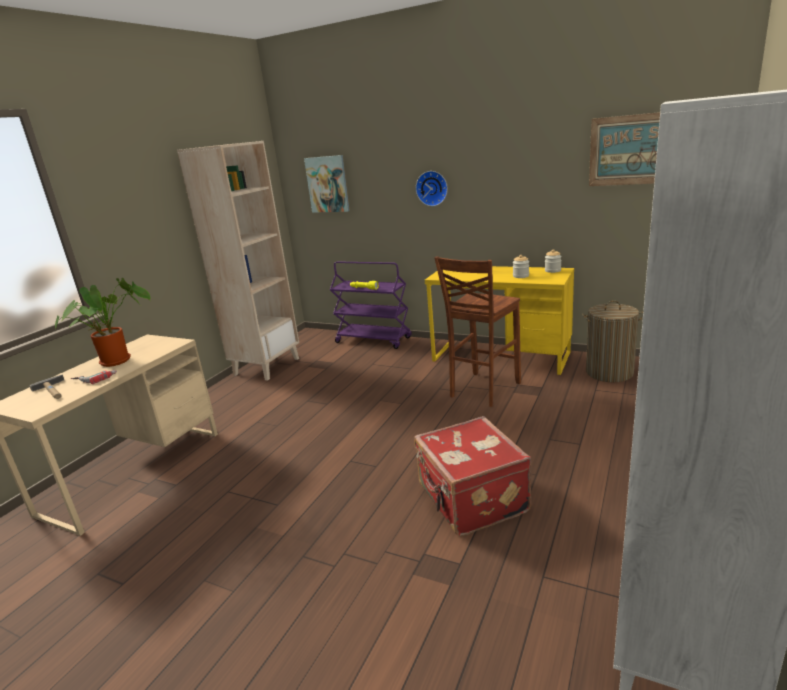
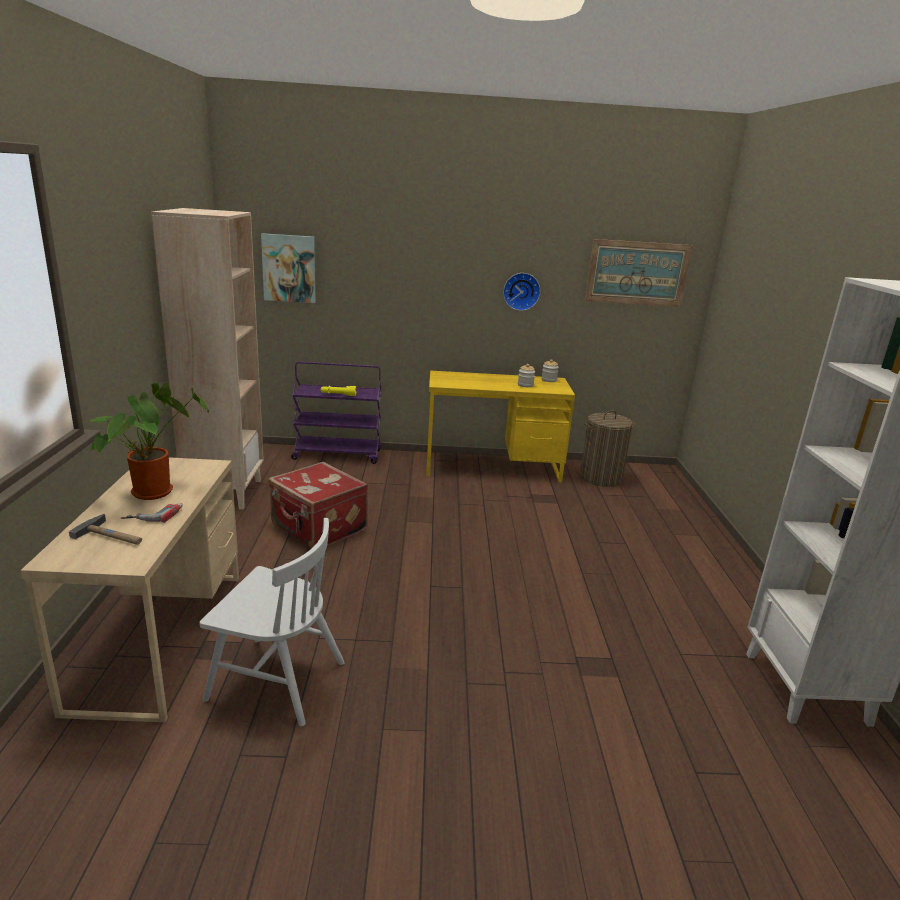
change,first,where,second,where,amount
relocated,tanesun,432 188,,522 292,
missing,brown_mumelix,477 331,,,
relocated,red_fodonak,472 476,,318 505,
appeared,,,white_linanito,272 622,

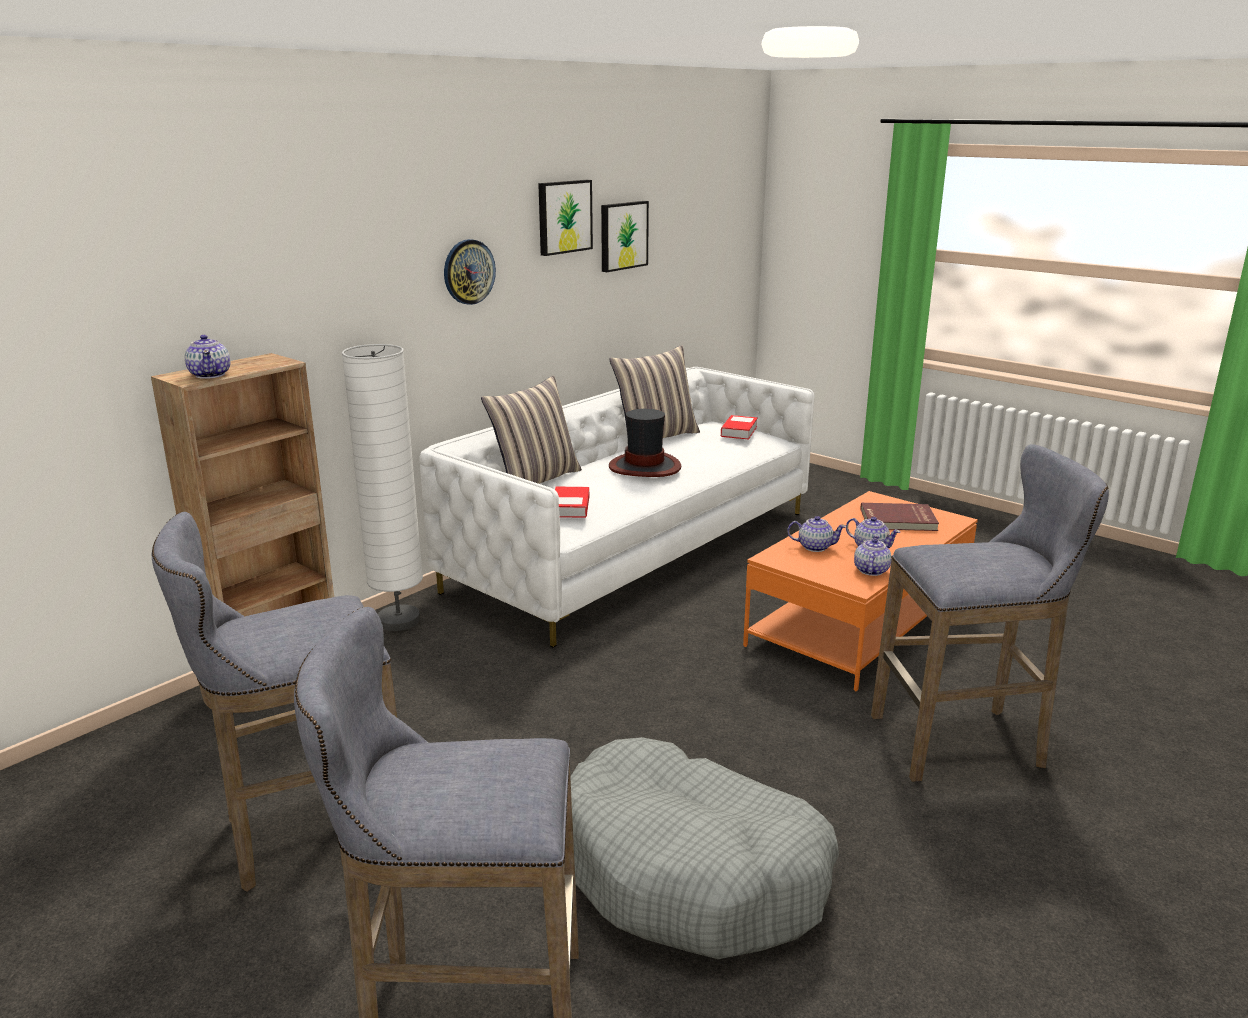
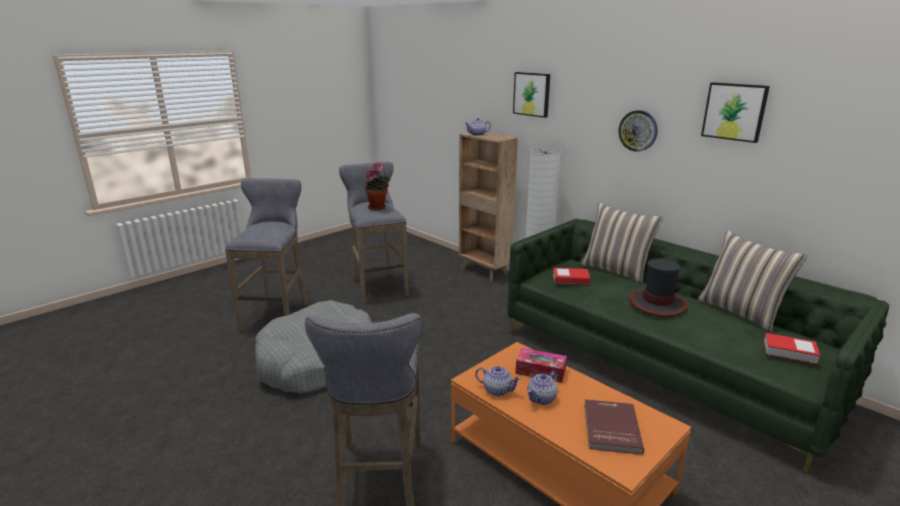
change,first,where,second,where,amount
relocated,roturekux,625 236,,531 95,
colour,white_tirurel,617 507,green_tirurel,698 346,
exchanged,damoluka,816 534,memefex,541 365,
appeared,,,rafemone,377 186,

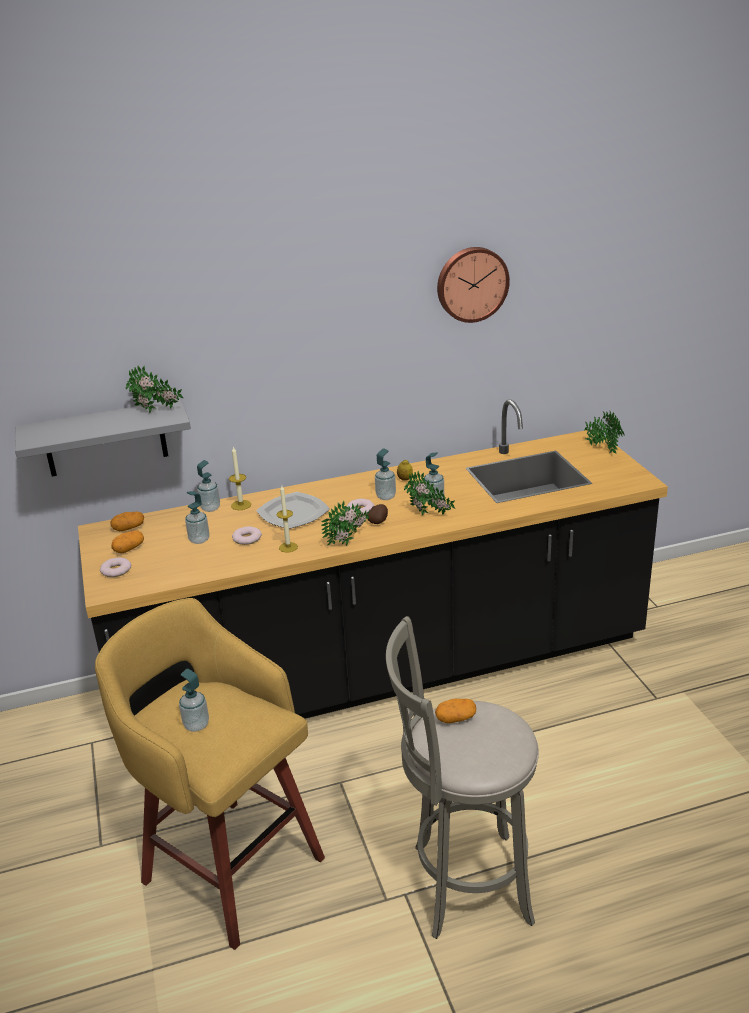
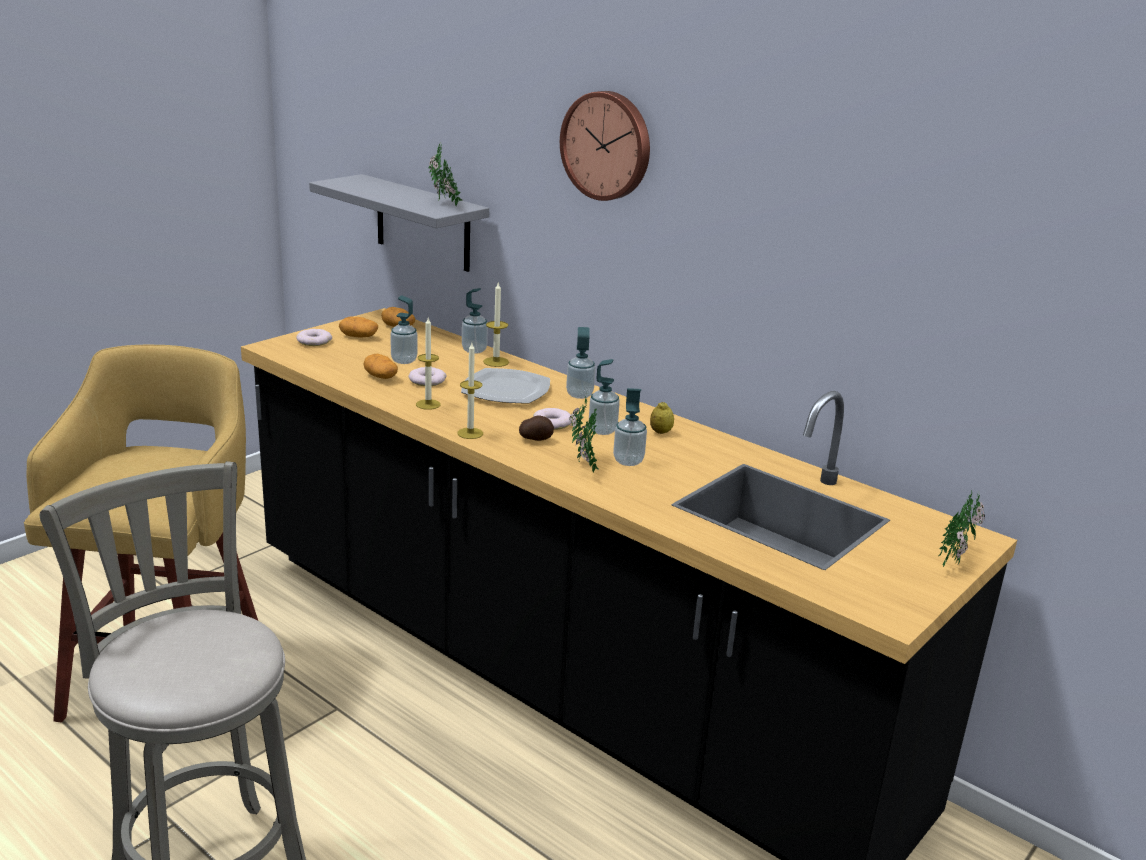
change,first,where,second,where,amount
relocated,tanesun,473 285,,605 146,
exchanged,rafemone,345 523,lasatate,470 391,
relocated,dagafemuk,194 700,,581 363,
relocated,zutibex,455 711,,381 366,

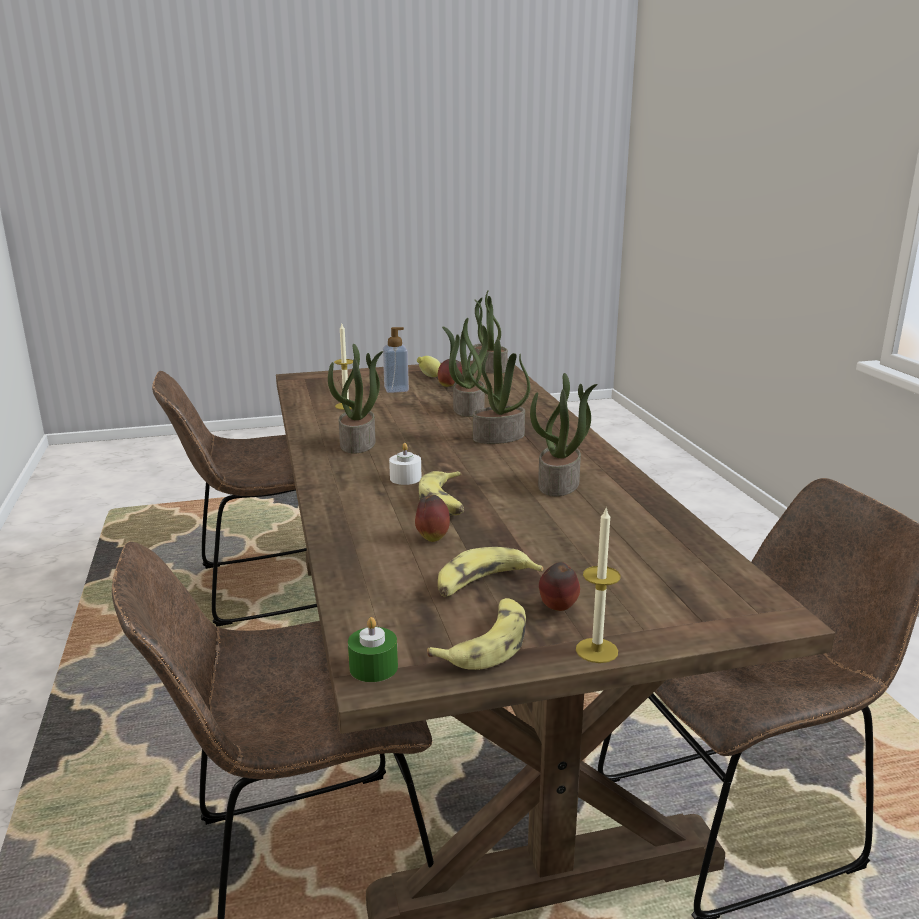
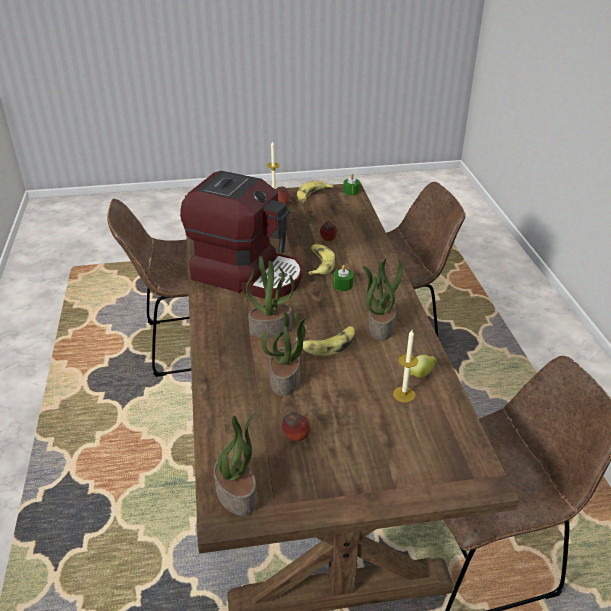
change,first,where,second,where,amount
missing,dagafemuk,396 360,,,
relocated,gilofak,429 366,,423 366,
exchanged,rafemone,563 434,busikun,241 235,
colour,white_lasatate,405 464,green_lasatate,343 278,
relocated,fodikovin,491 571,,325 341,

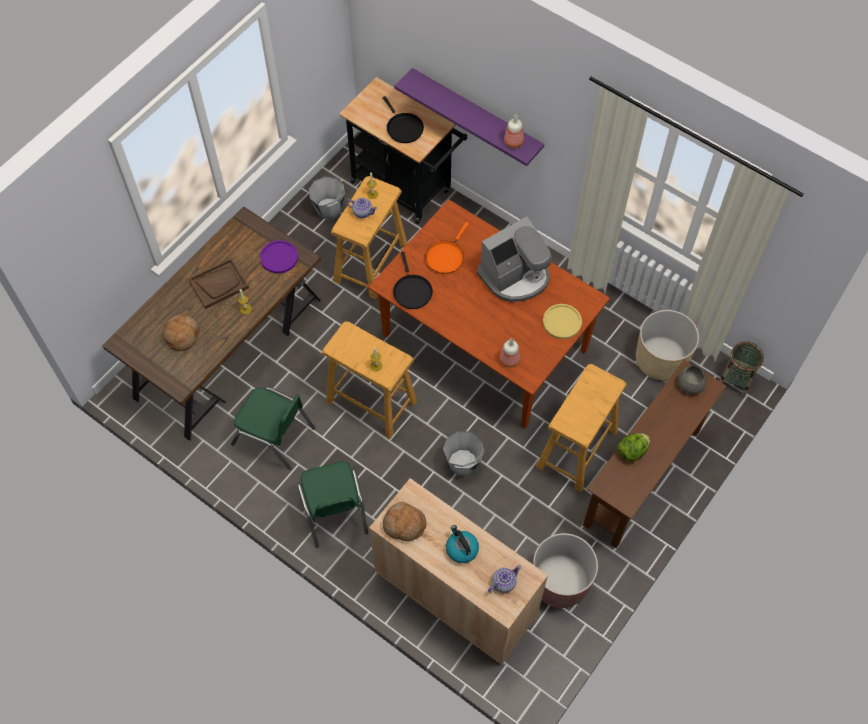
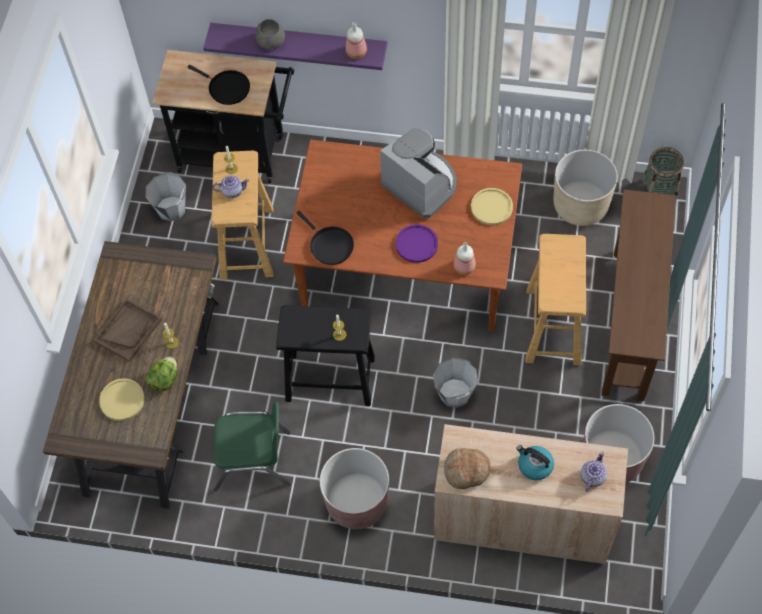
change,first,where,second,where,amount
spun,busikun,514 259,,418 173,75 degrees counterclockwise
missing,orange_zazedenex,447 248,,,
relocated,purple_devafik,279 257,,417 243,
exchanged,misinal,181 333,yellow_devafik,122 399,
colour,beige_mumelix,369 380,black_mumelix,325 355,
relocated,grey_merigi,692 380,,270 34,
relocated,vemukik,633 447,,161 374,
exchanged,green_linanito,332 504,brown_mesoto,354 488,

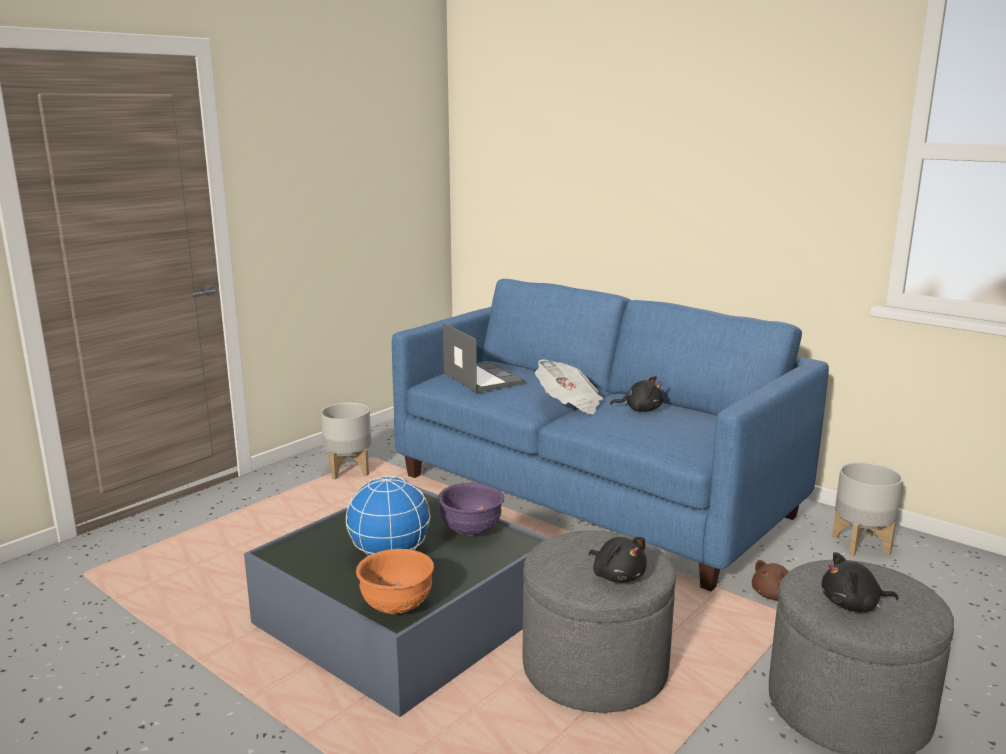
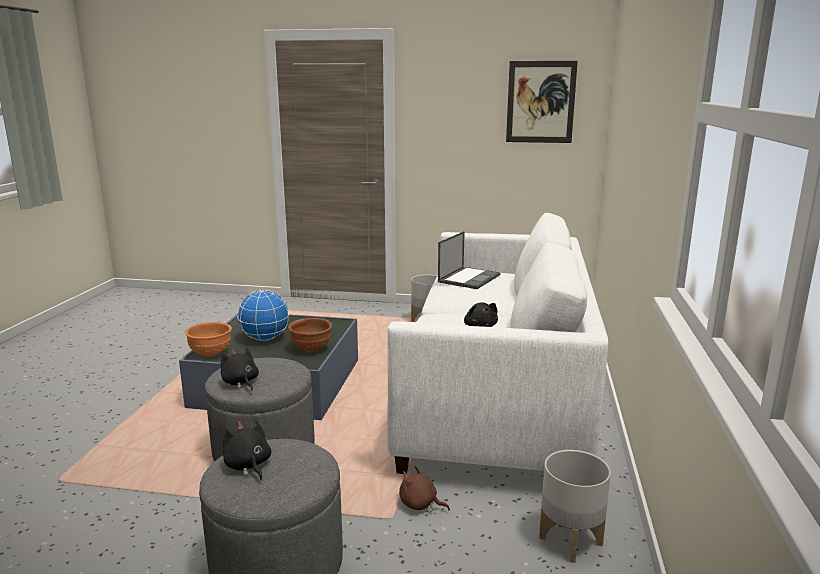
change,first,where,second,where,amount
colour,blue_tirurel,610 435,white_tirurel,497 343,
missing,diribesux,569 386,,,
colour,purple_merigi,471 509,brown_merigi,310 335,
spun,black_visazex,618 560,,240 369,120 degrees clockwise
appeared,,,roturekux,542 102,

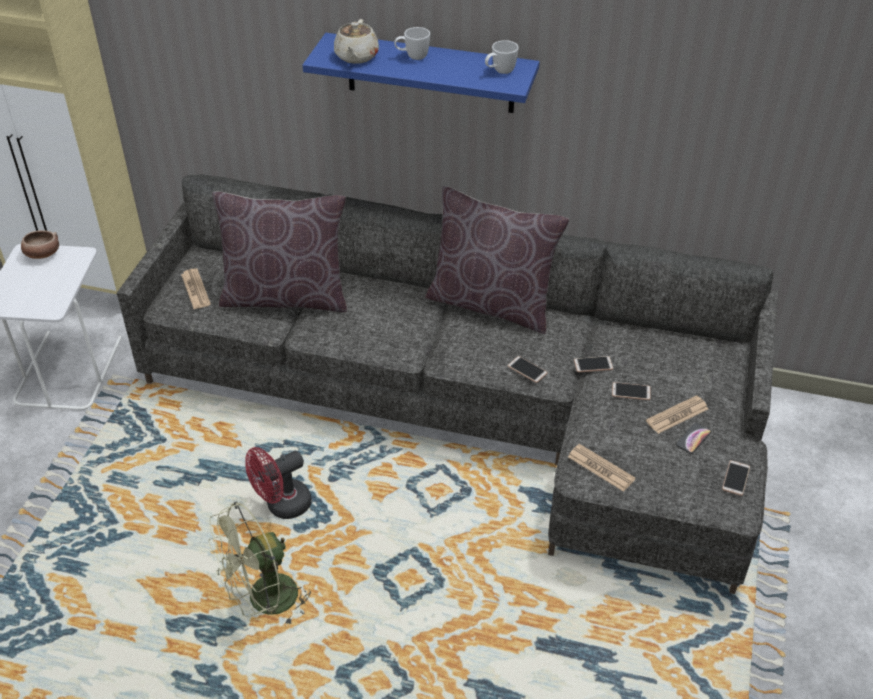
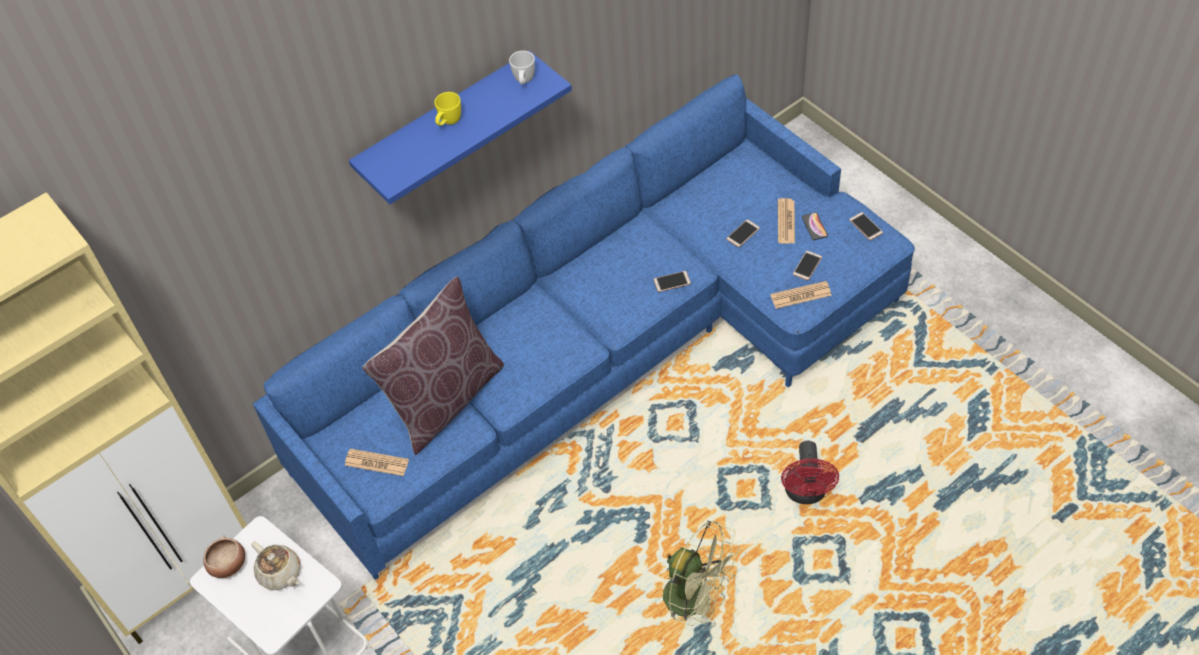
change,first,where,second,where,amount
relocated,beige_damoluka,356 41,,276 565,
colour,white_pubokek,412 43,yellow_pubokek,447 109,
colour,grey_tirurel,447 384,blue_tirurel,584 327,
missing,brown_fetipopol,497 260,,,
relocated,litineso,593 364,,807 265,
relocated,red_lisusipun,278 483,,810 472,
spun,green_lisusipun,259 564,,701 573,60 degrees counterclockwise

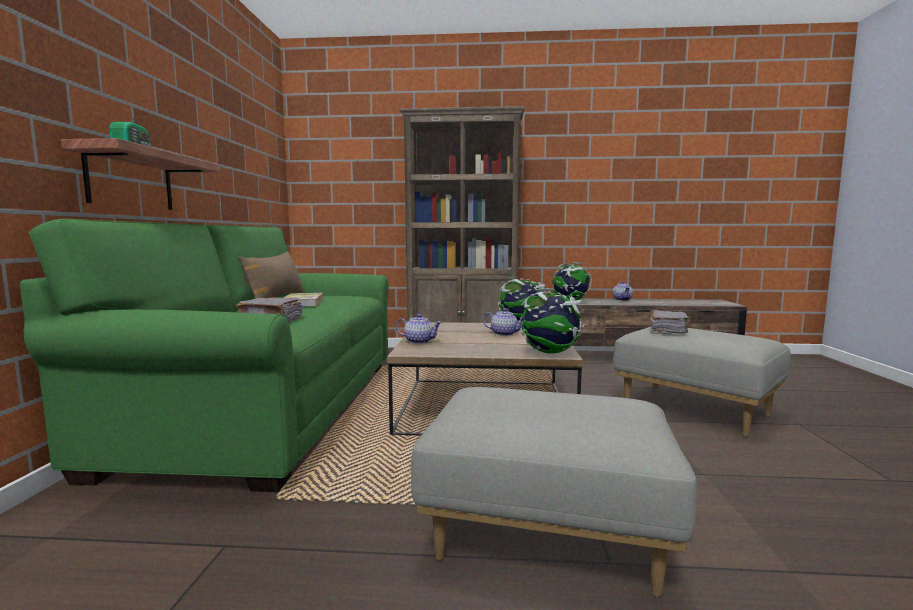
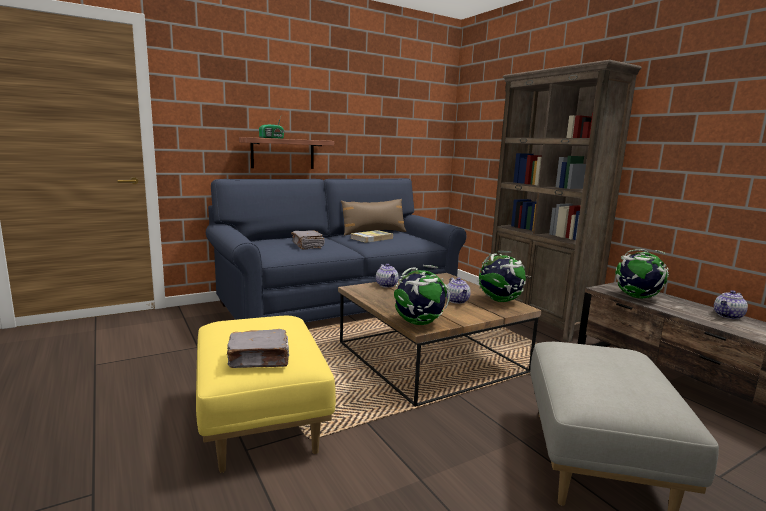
change,first,where,second,where,amount
colour,green_tirurel,204 355,blue_tirurel,336 250,
relocated,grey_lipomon,670 322,,258 348,
colour,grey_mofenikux,554 492,yellow_mofenikux,266 394,

